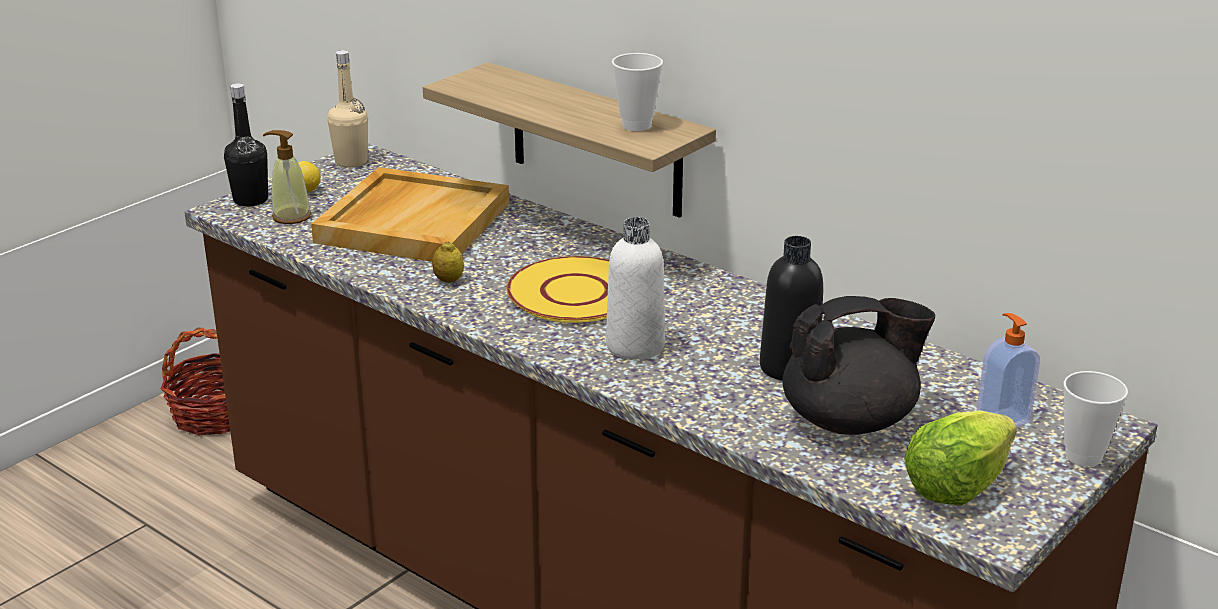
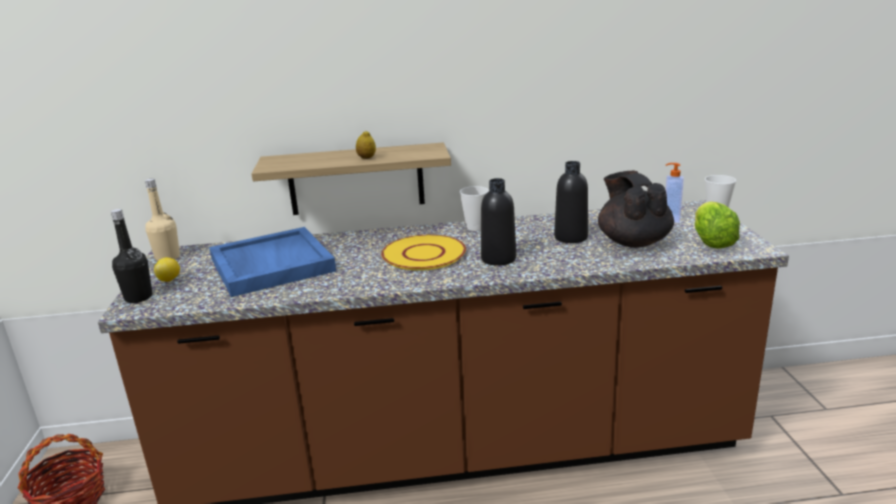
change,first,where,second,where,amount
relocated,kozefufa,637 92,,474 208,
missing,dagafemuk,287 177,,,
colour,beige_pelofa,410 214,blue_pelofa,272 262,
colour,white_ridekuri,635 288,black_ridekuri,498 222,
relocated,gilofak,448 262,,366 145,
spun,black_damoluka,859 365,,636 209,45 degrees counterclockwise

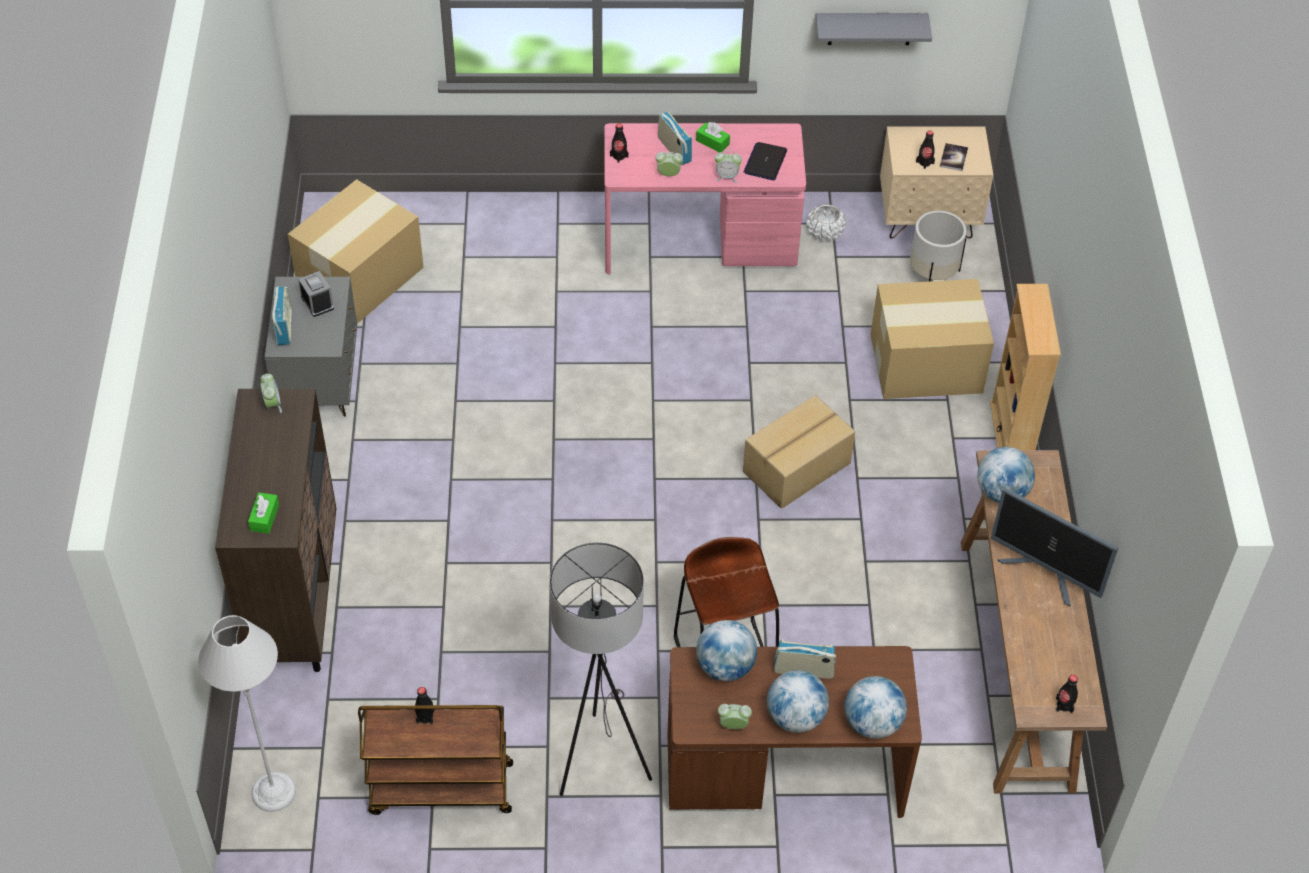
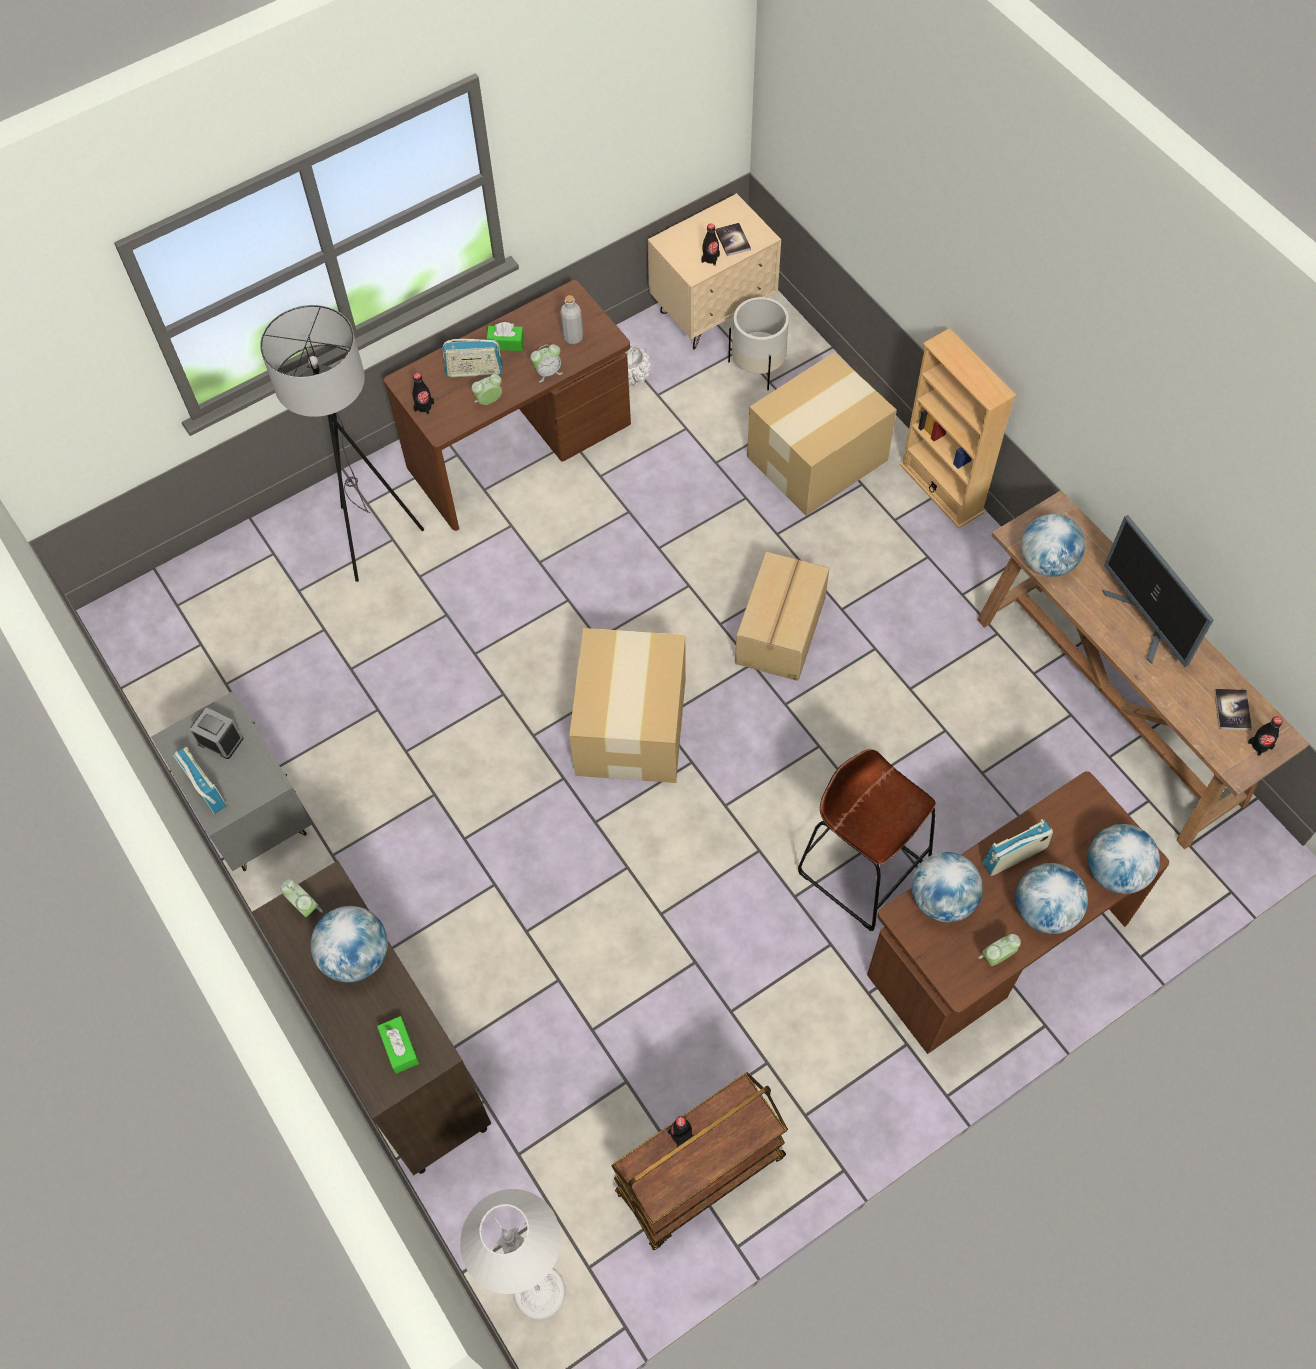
change,first,where,second,where,amount
missing,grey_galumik,874 29,,,
spun,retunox,675 138,,472 358,150 degrees clockwise
colour,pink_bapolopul,705 198,brown_bapolopul,507 405,
exchanged,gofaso,765 161,grey_ridekuri,571 319,
relocated,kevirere,356 251,,627 705,
spun,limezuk,1054 547,,1158 591,60 degrees clockwise
relocated,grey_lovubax,601 669,,342 443,
appeared,,,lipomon,1233 709,
appeared,,,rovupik,349 944,

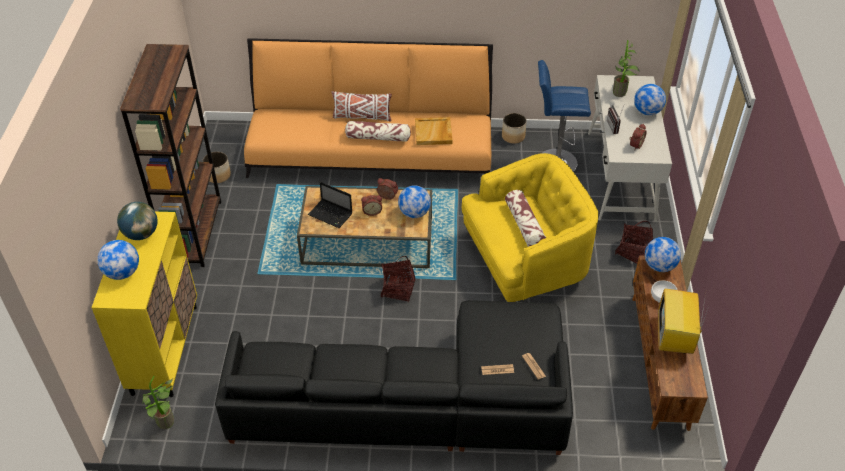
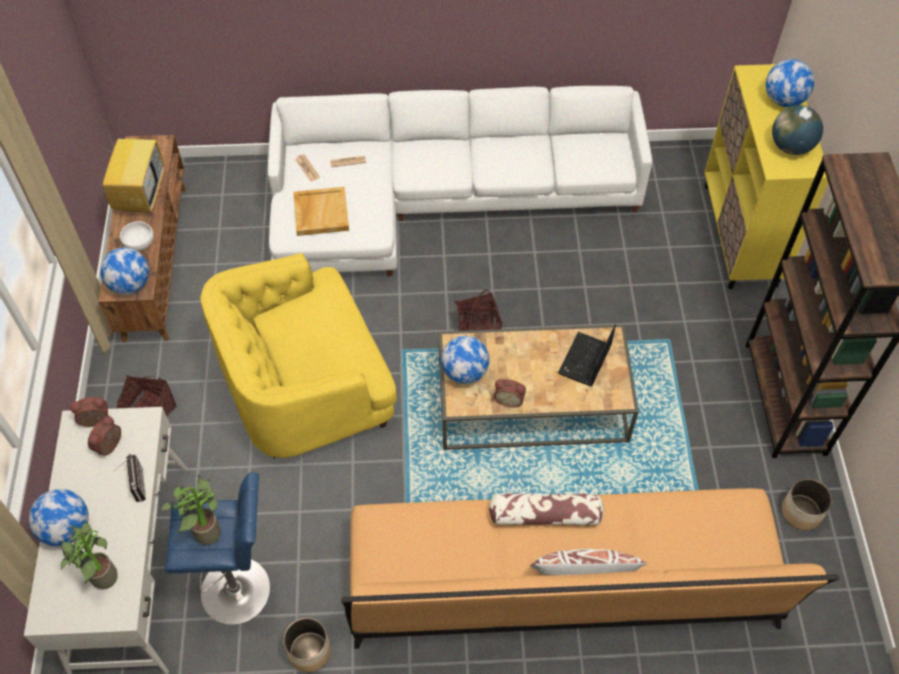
change,first,where,second,where,amount
relocated,beige_pelofa,434 131,,321 211,
spun,gofaso,330 205,,587 355,90 degrees counterclockwise
missing,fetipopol,525 218,,,
relocated,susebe,371 205,,89 412,
colour,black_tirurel,394 377,white_tirurel,460 181,
relocated,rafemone,158 402,,190 509,

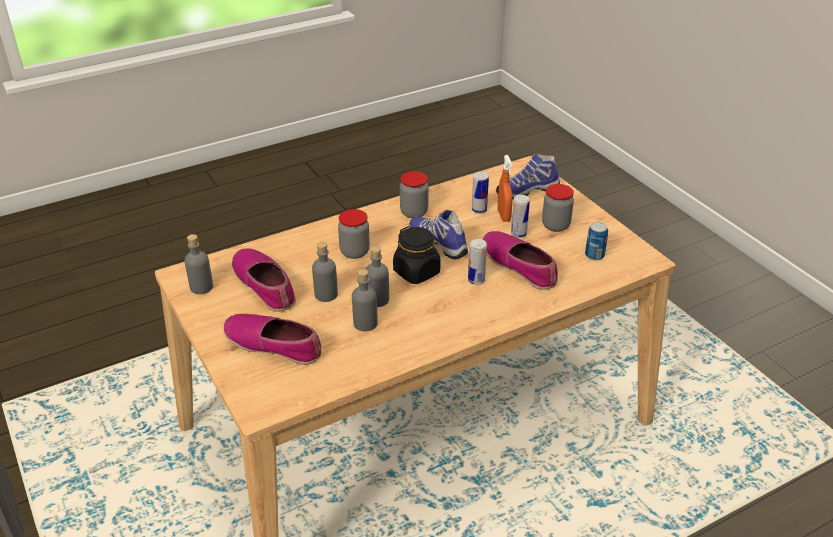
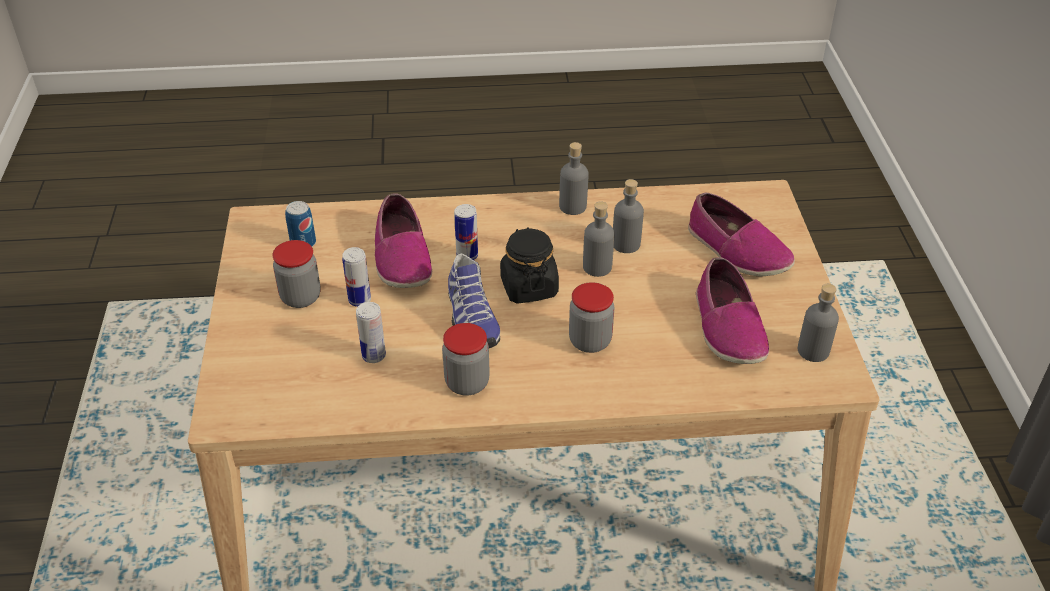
change,first,where,second,where,amount
missing,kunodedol,528 177,,,
missing,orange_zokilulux,505 188,,,
relocated,grey_ridekuri,325 272,,574 178,

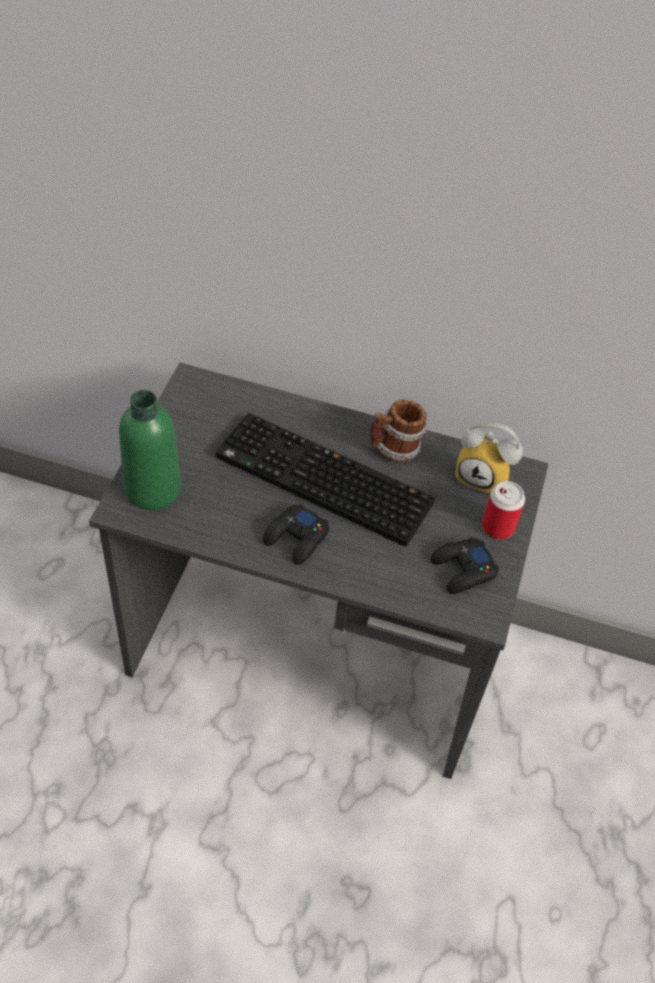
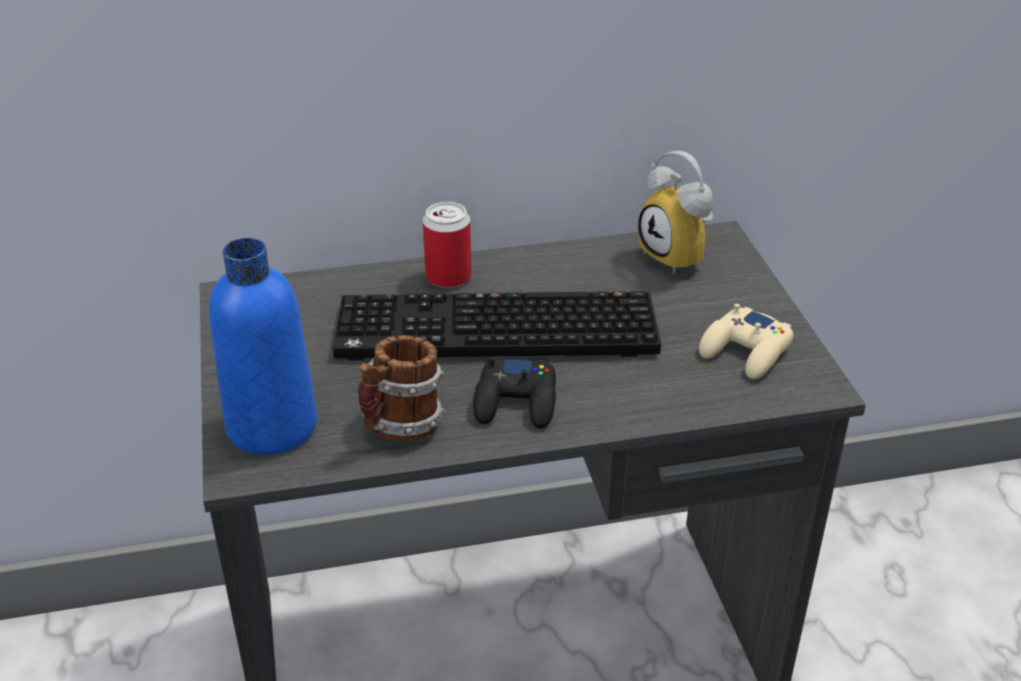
change,first,where,second,where,amount
colour,green_ridekuri,150 450,blue_ridekuri,263 346,
relocated,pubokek,398 431,,401 388,
spun,susebe,489 458,,675 212,60 degrees clockwise
relocated,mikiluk,503 510,,447 245,
colour,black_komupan,465 565,beige_komupan,746 341,

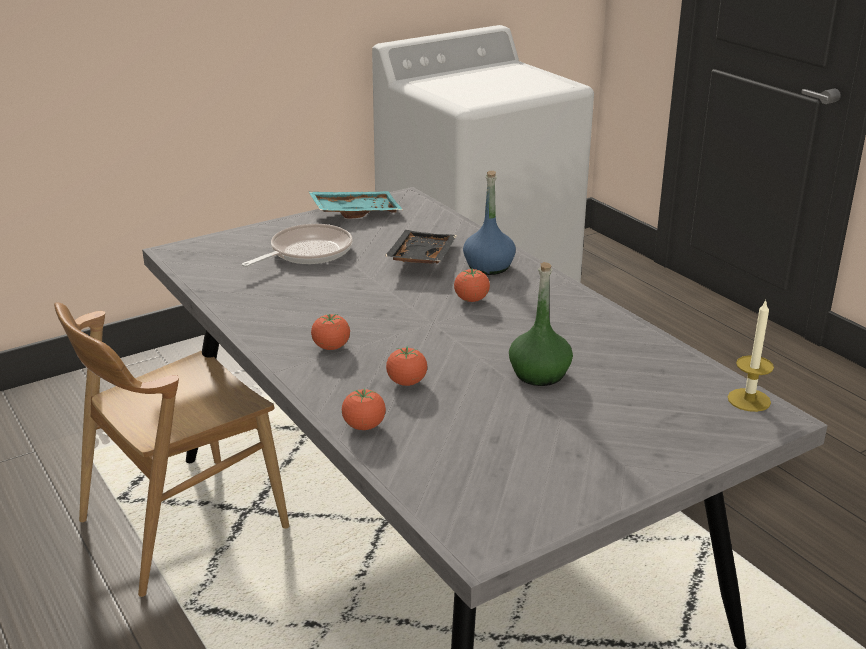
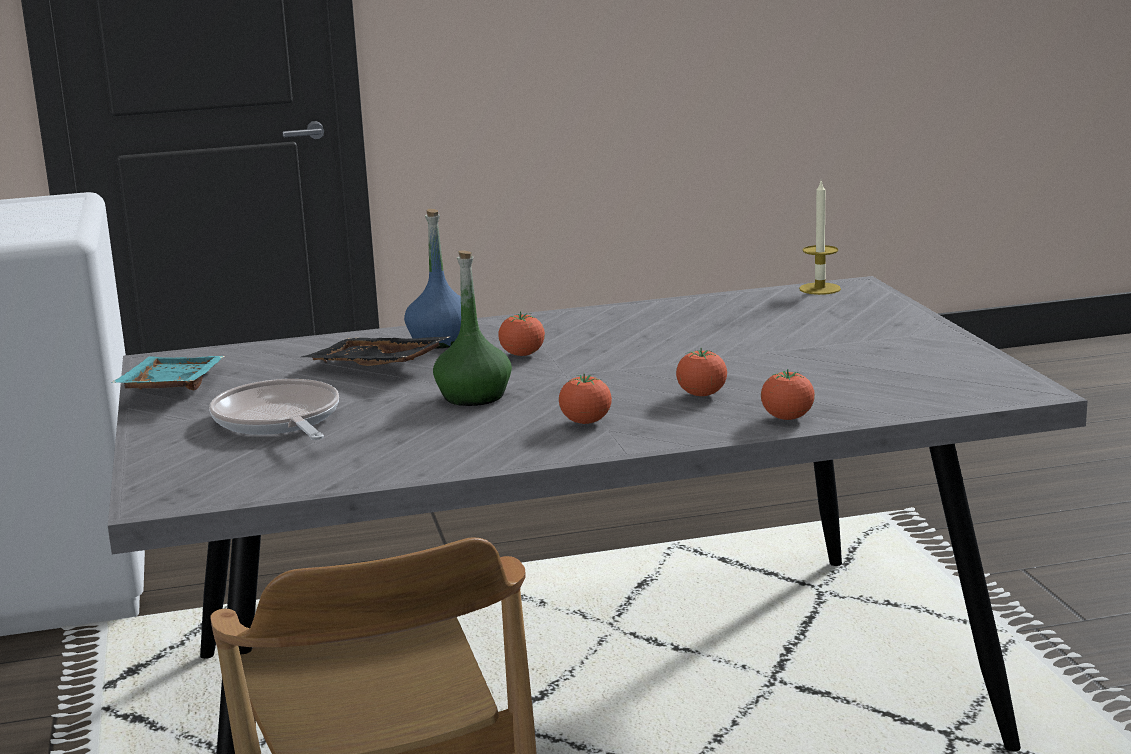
change,first,where,second,where,amount
relocated,green_ridekuri,541 324,,472 328,

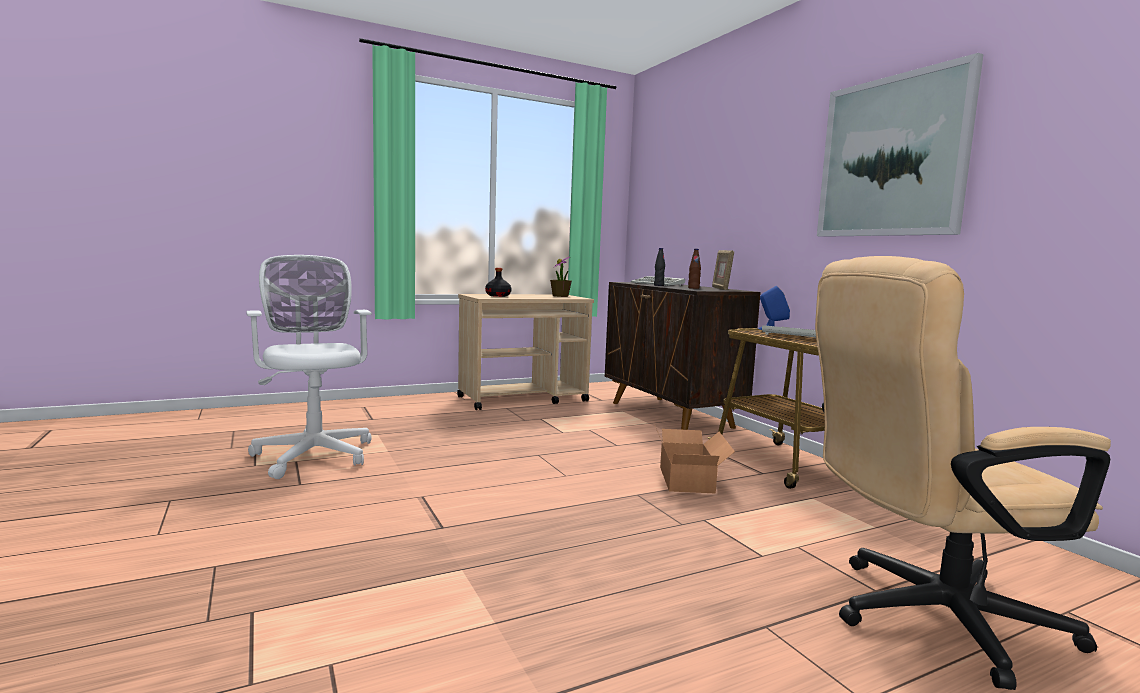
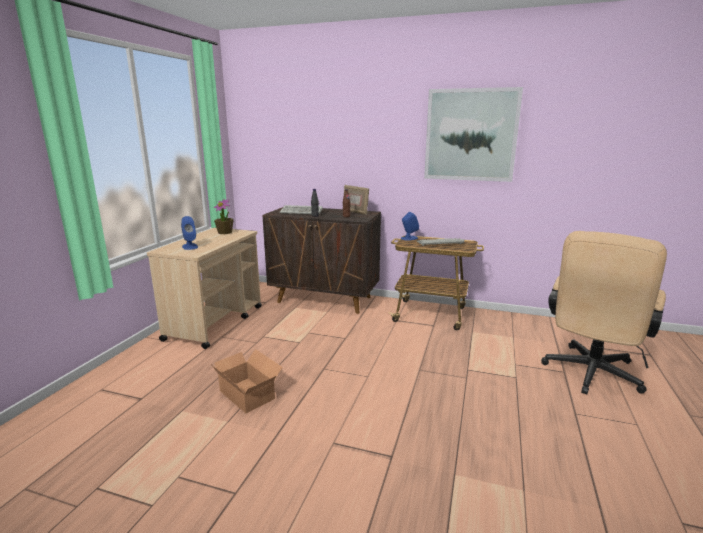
change,first,where,second,where,amount
missing,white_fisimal,309 367,,,
exchanged,black_ridekuri,498 282,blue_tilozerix,189 233,
relocated,kevirere,695 459,,247 381,

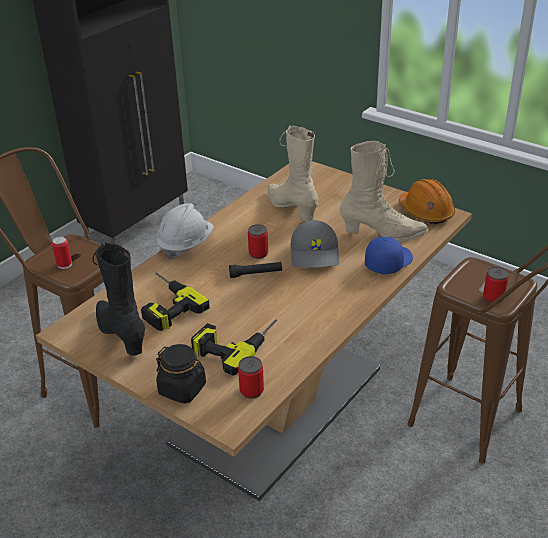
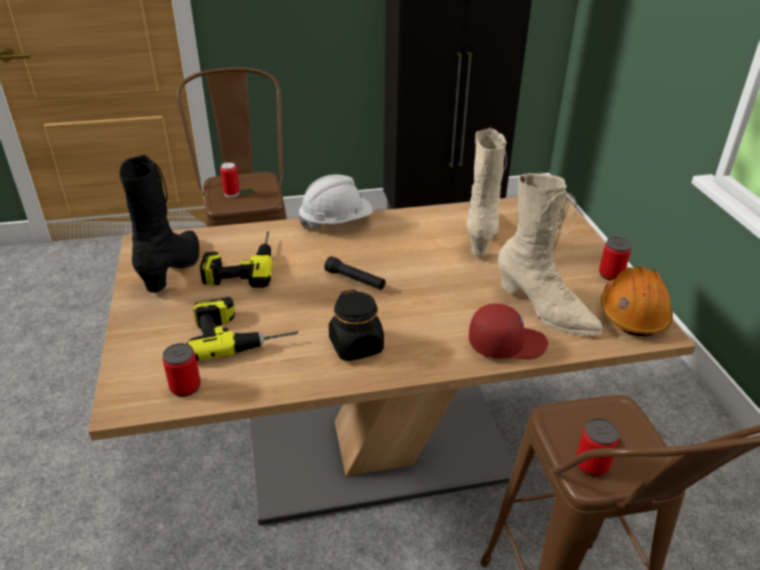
change,first,where,second,where,amount
missing,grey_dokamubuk,315 244,,,
relocated,mikiluk,258 241,,615 259,
colour,blue_dokamubuk,389 255,red_dokamubuk,508 331,
relocated,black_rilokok,181 374,,356 325,

